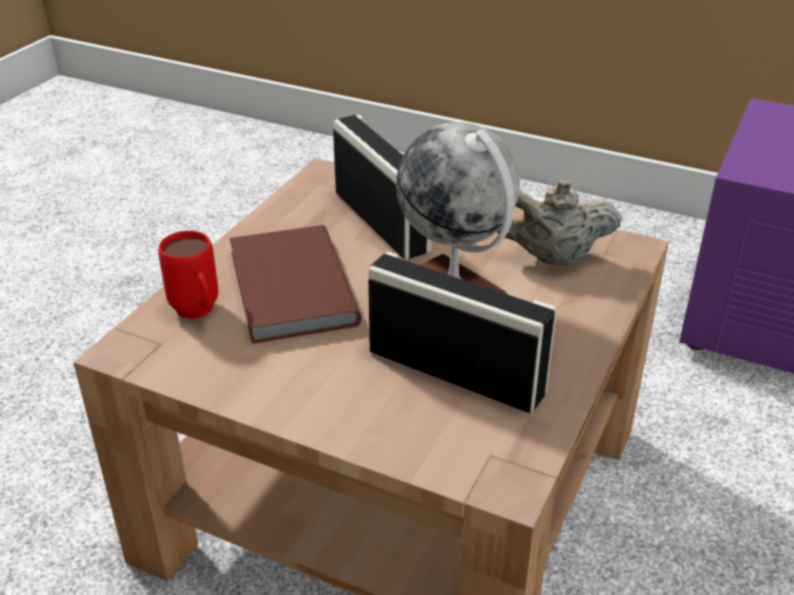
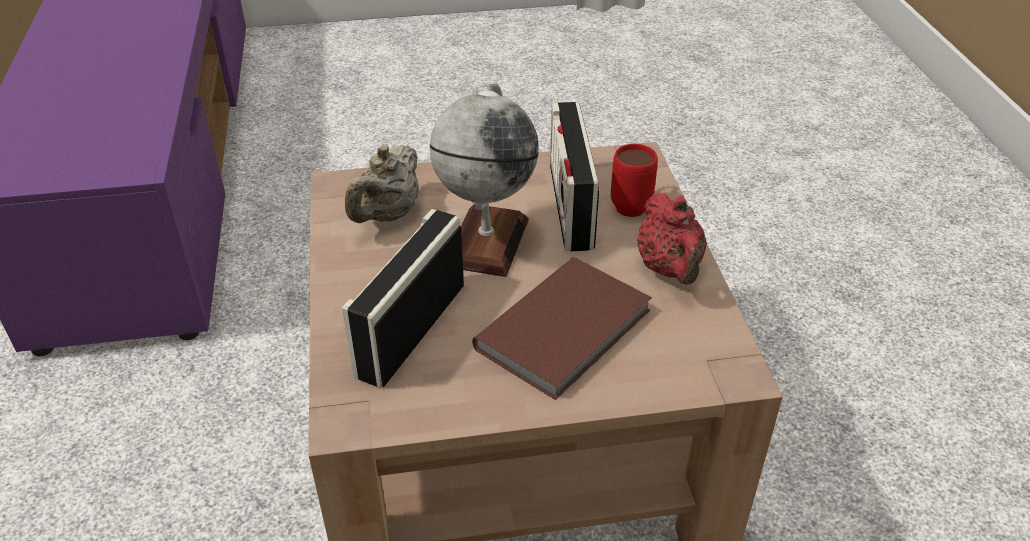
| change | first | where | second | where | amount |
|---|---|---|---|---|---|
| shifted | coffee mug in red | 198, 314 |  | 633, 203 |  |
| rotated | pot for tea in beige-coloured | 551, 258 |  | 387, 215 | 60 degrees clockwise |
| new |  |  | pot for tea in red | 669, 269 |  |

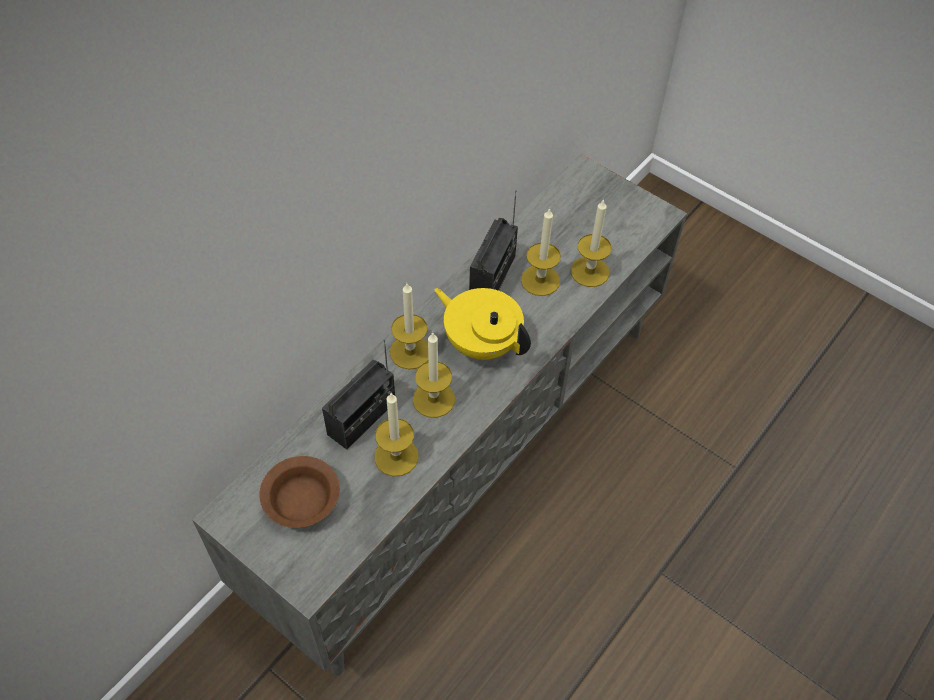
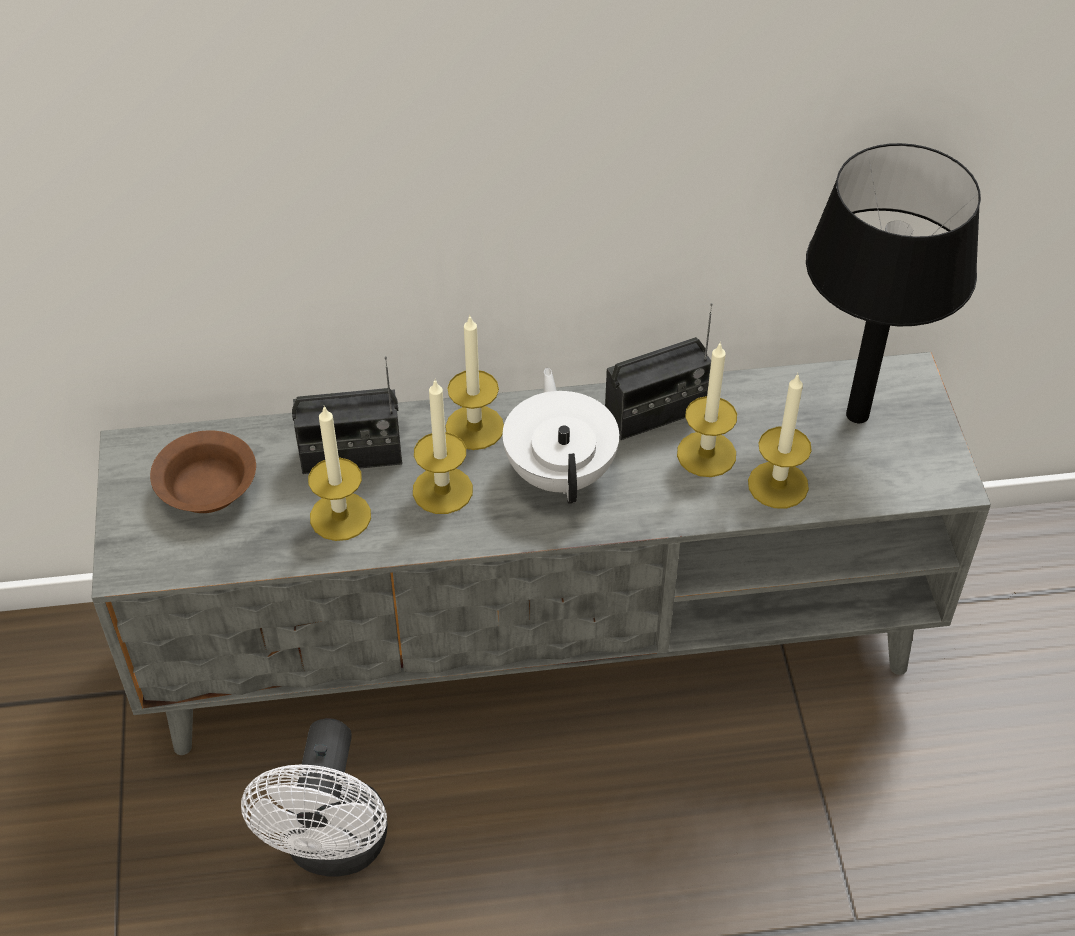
| change | first | where | second | where | amount |
|---|---|---|---|---|---|
| repainted | pot for tea in yellow-coloured | 481, 342 | pot for tea in white-coloured | 561, 471 |  |
| new |  |  | electric fan in white-coloured | 334, 849 |  |
| new |  |  | table lamp in black | 858, 414 |  |

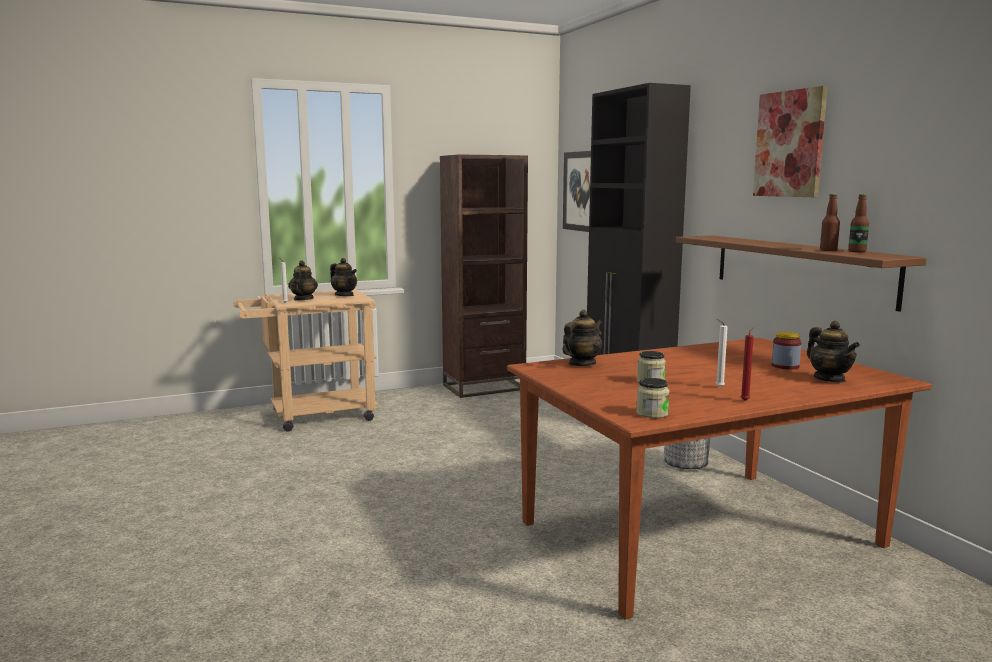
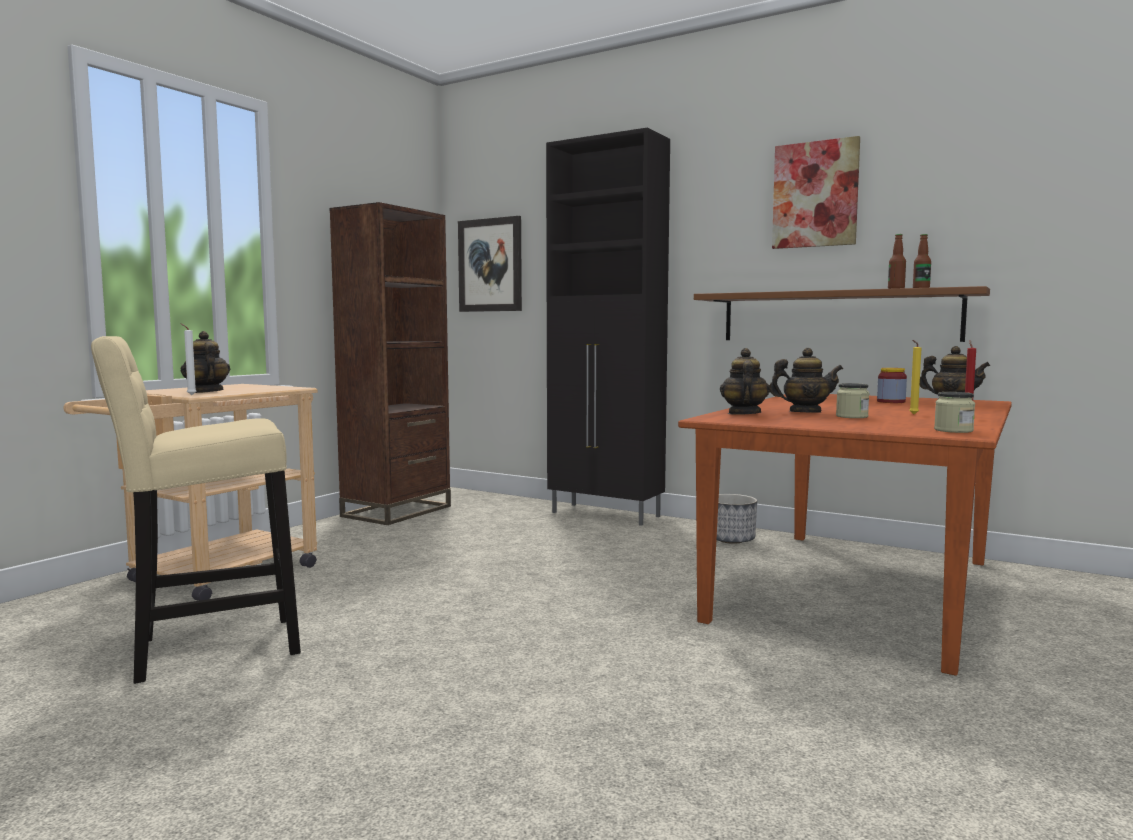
| change | first | where | second | where | amount |
|---|---|---|---|---|---|
| shifted | pot for tea | 344, 295 |  | 804, 412 |  |
| repainted | candle in white-coloured | 718, 387 | candle in yellow-coloured | 912, 414 |  |
| new |  |  | stool in beige-coloured | 207, 649 |  |

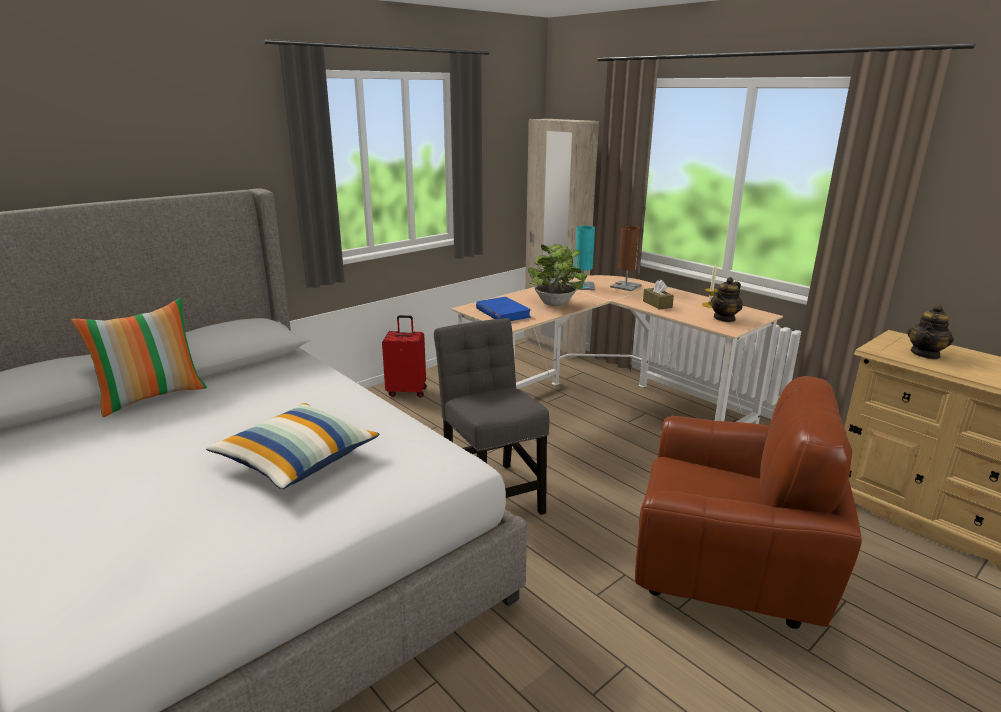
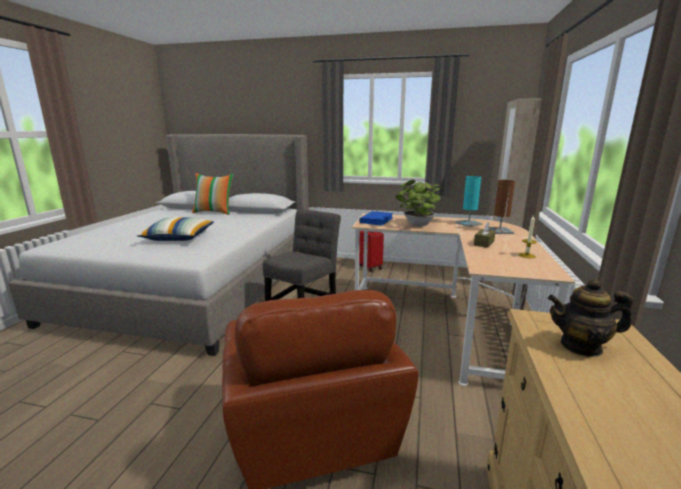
| change | first | where | second | where | amount |
|---|---|---|---|---|---|
| gone | pot for tea | 724, 318 |  |  |  |

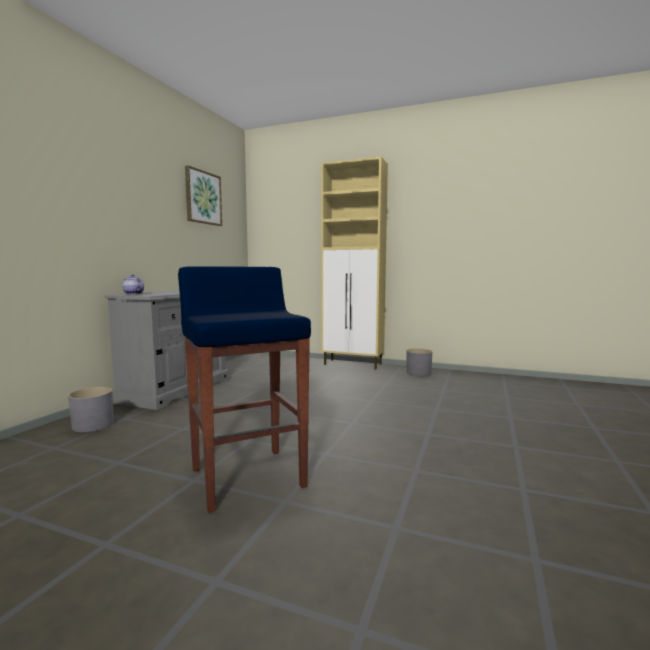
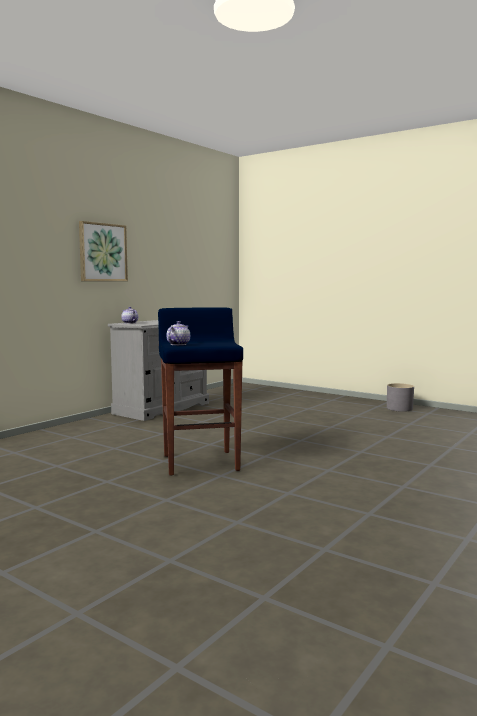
| change | first | where | second | where | amount |
|---|---|---|---|---|---|
| gone | planter in grey | 93, 425 |  |  |  |
| shifted | picture | 203, 197 |  | 102, 252 |  |
| gone | cupboard in beige-coloured | 353, 364 |  |  |  |
| new |  |  | pot for tea | 178, 344 |  |

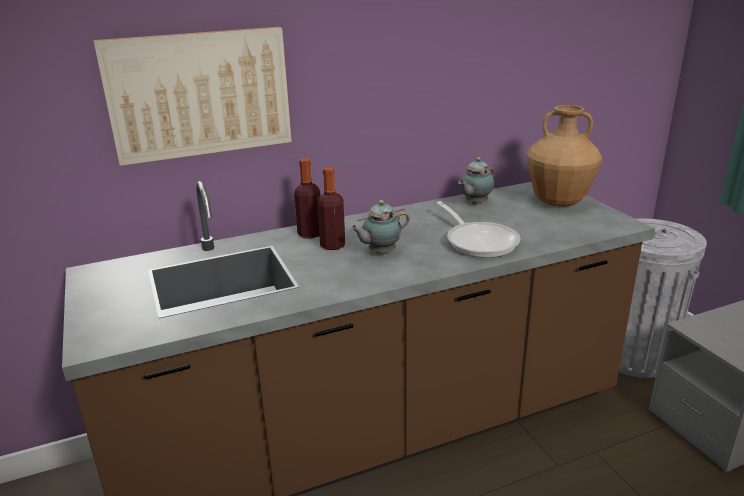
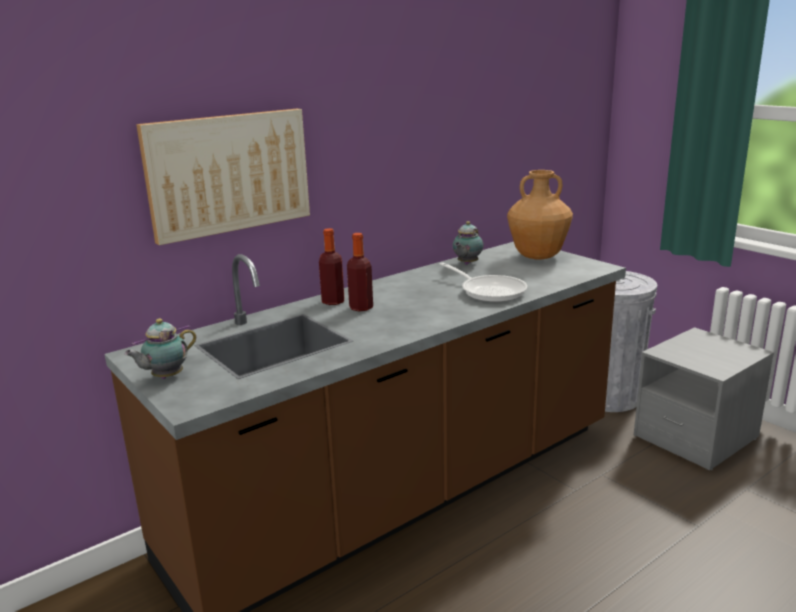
| change | first | where | second | where | amount |
|---|---|---|---|---|---|
| shifted | pot for tea | 380, 252 |  | 165, 377 |  |

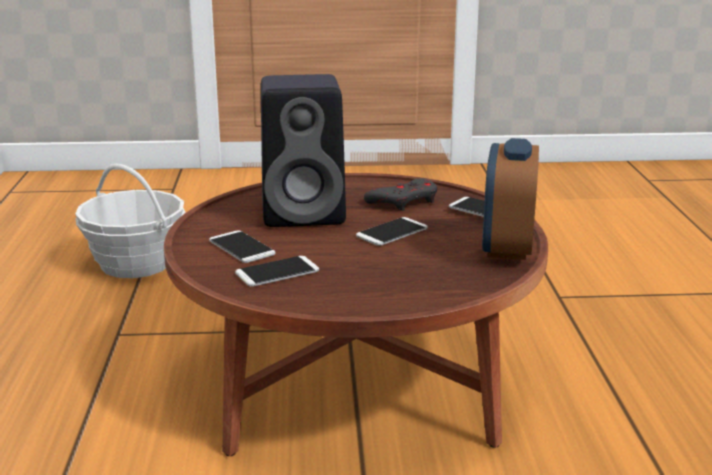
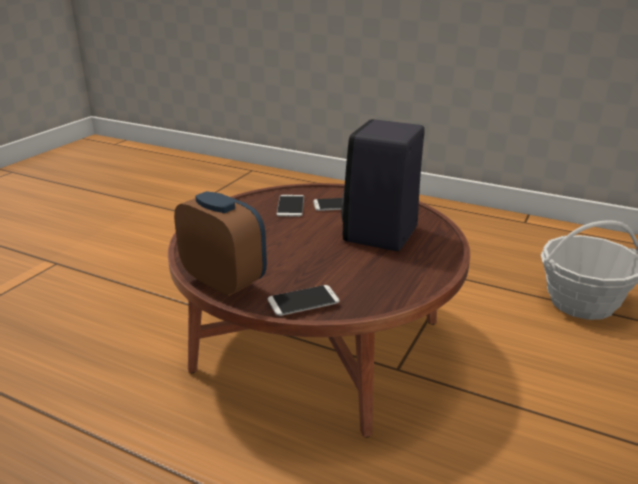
| change | first | where | second | where | amount |
|---|---|---|---|---|---|
| gone | telephone | 392, 232 |  |  |  |
| gone | joypad in grey | 404, 201 |  |  |  |

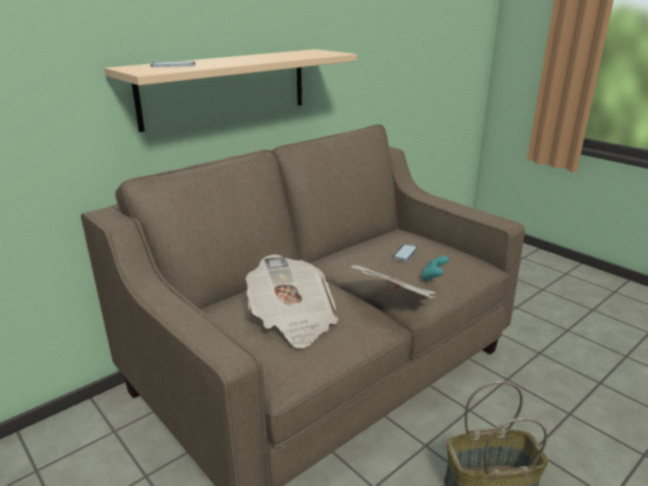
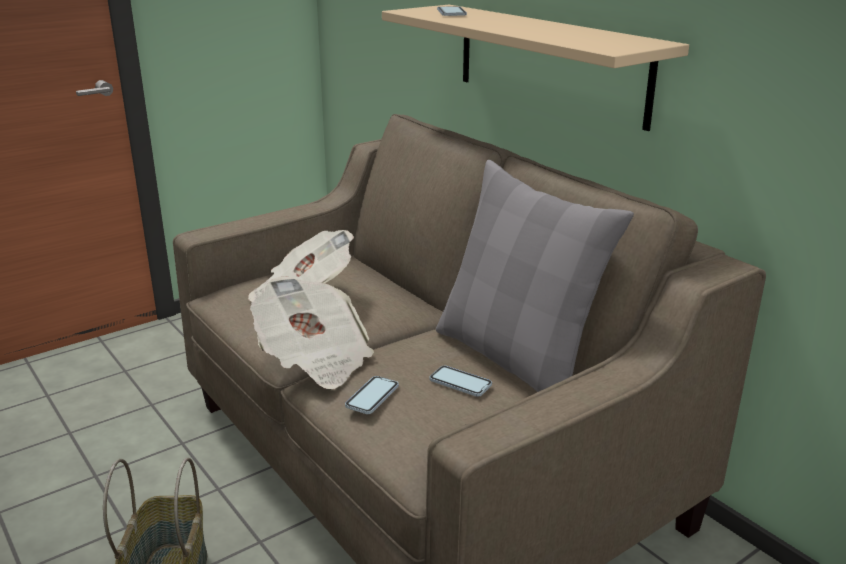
| change | first | where | second | where | amount |
|---|---|---|---|---|---|
| swapped | joypad in turquoise-coloured | 433, 278 | telephone | 372, 397 |  |
| new |  |  | throw pillow in grey | 516, 359 |  |

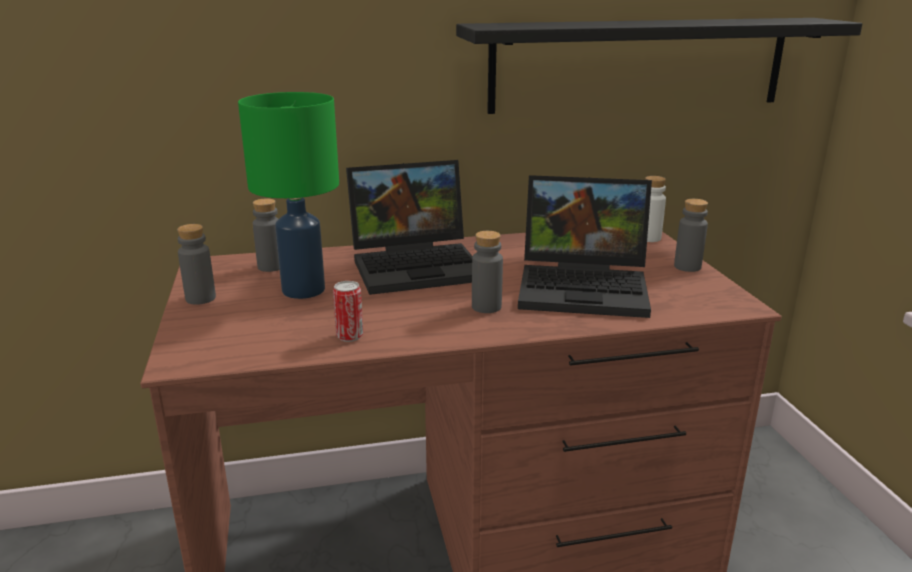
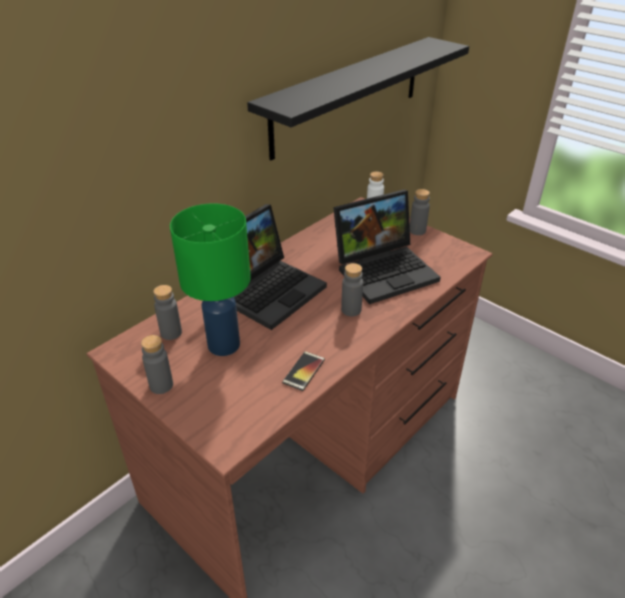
| change | first | where | second | where | amount |
|---|---|---|---|---|---|
| swapped | can | 349, 336 | telephone | 304, 371 |  |

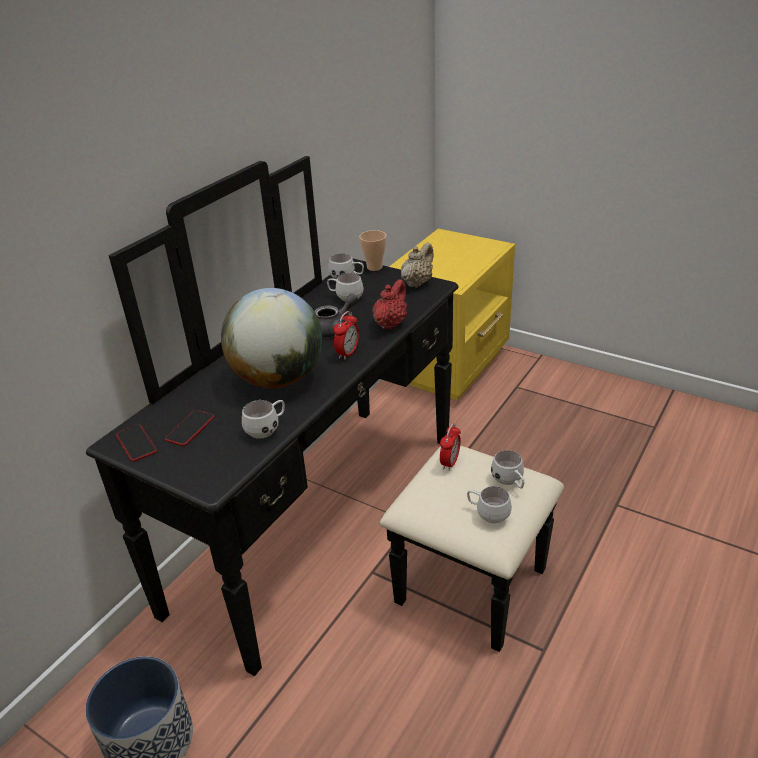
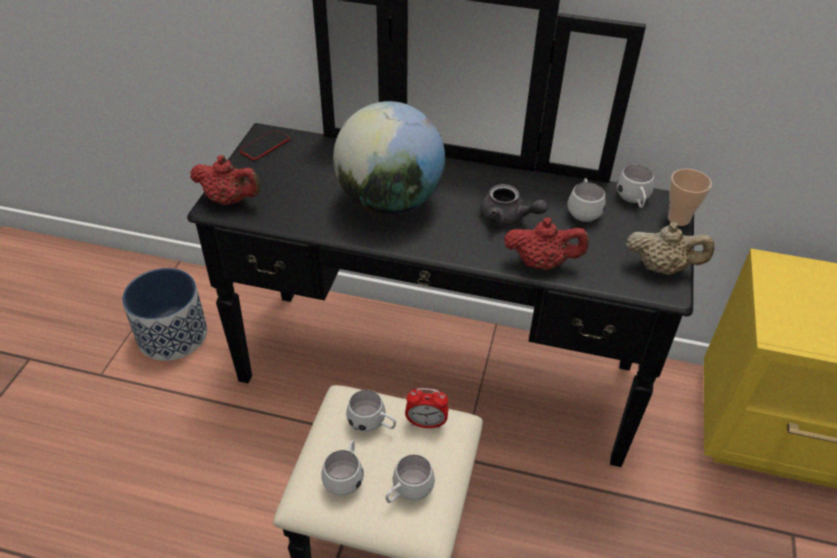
| change | first | where | second | where | amount |
|---|---|---|---|---|---|
| gone | telephone | 190, 428 |  |  |  |
| shifted | coffee mug in white-coloured | 267, 429 |  | 372, 424 |  |
| gone | bedside clock | 347, 353 |  |  |  |
| new |  |  | pot for tea in red | 230, 200 |  |

